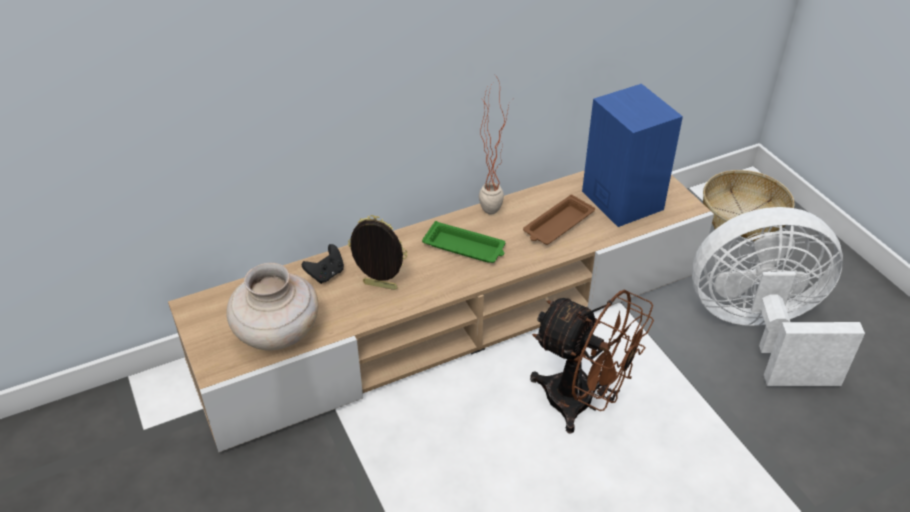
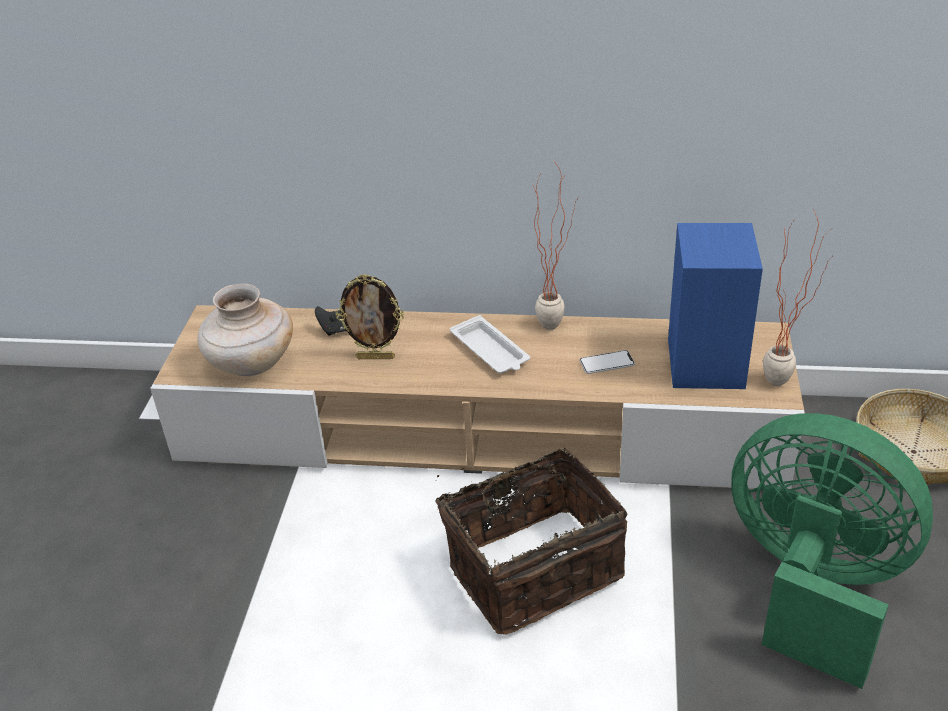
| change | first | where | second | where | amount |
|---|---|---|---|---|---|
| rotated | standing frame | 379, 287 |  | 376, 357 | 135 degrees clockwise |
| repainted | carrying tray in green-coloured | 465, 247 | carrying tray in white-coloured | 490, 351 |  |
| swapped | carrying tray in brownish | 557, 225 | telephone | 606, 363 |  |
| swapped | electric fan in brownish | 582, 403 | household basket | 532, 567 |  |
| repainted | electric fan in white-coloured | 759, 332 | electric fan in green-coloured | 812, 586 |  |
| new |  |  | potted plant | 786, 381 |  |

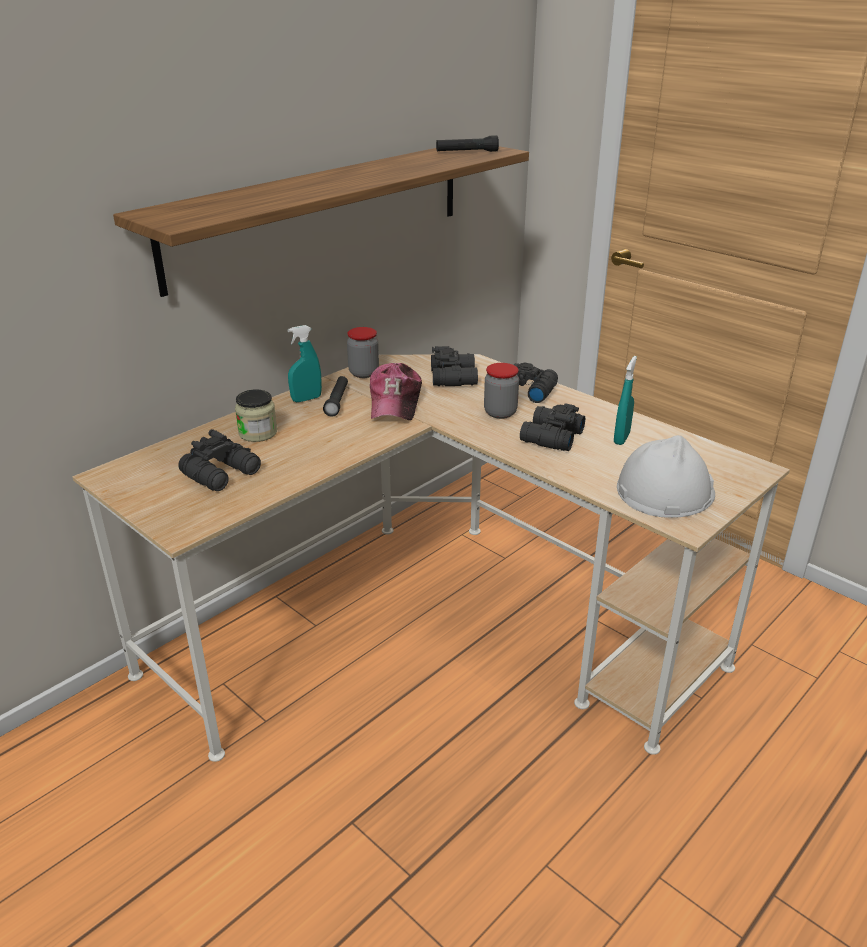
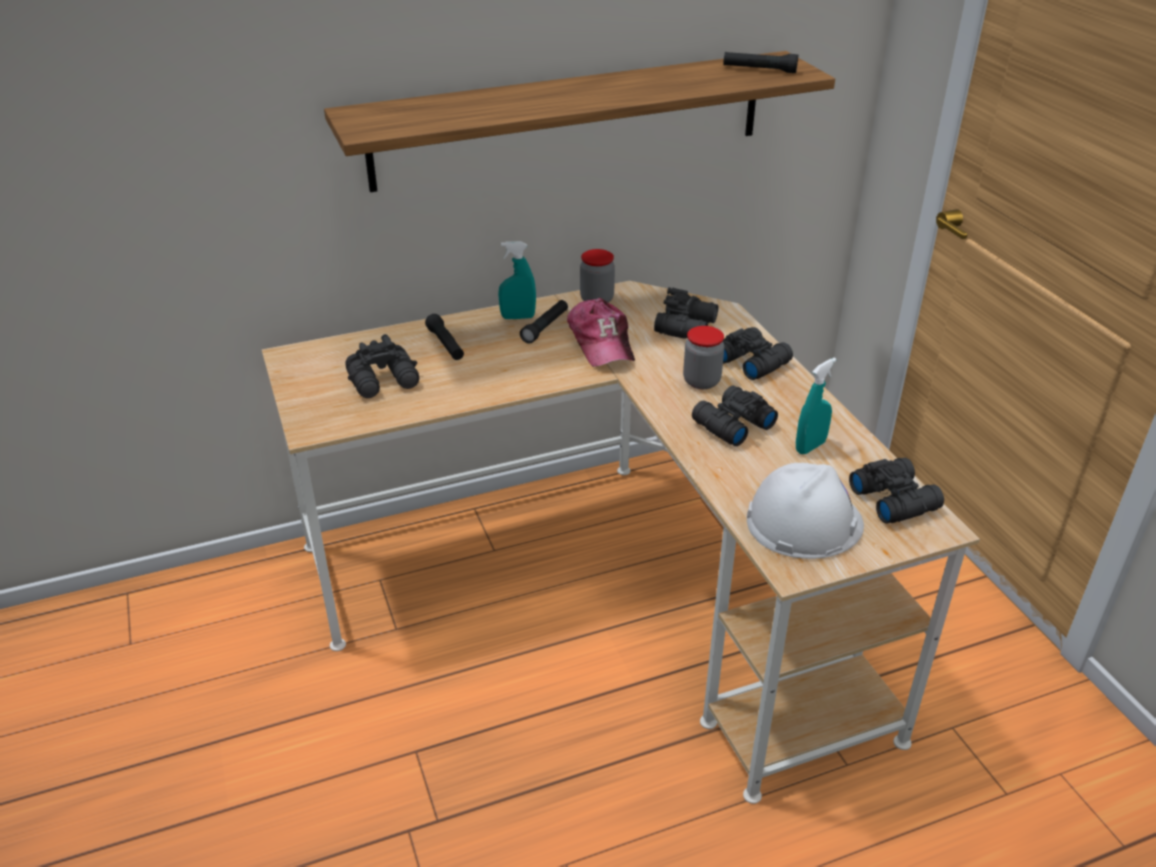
| change | first | where | second | where | amount |
|---|---|---|---|---|---|
| swapped | jar | 258, 433 | hand torch in black | 445, 345 |  |
| rotated | baseball cap | 395, 403 |  | 601, 343 | 45 degrees counterclockwise |
| new |  |  | pair of binoculars in black | 894, 498 |  |

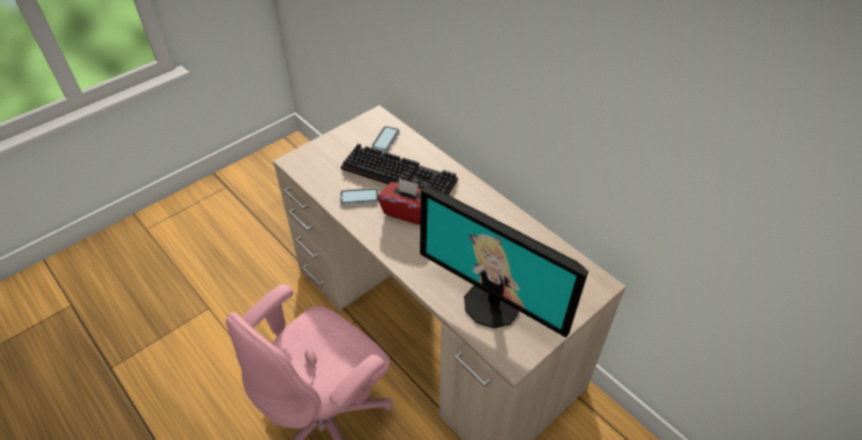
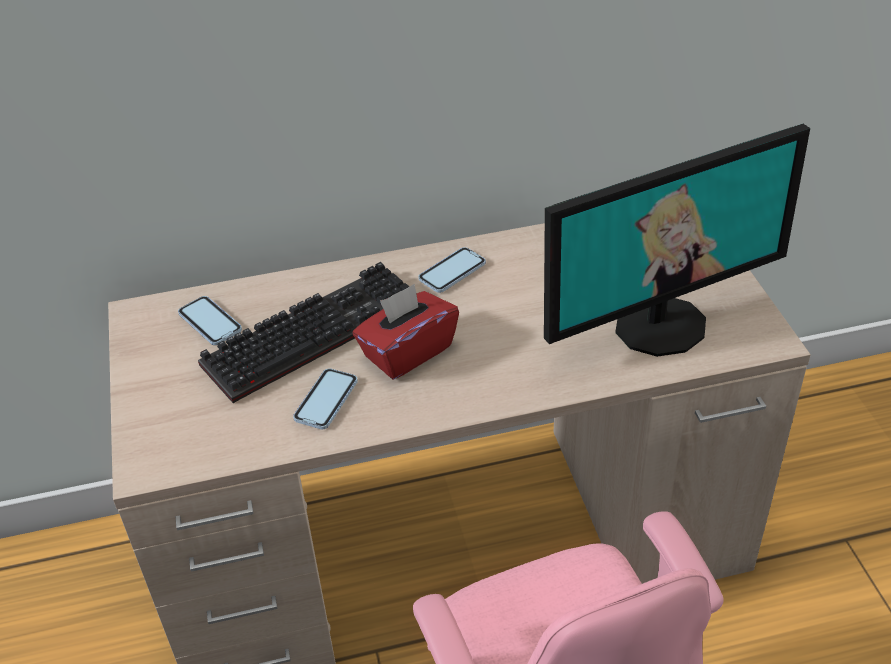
| change | first | where | second | where | amount |
|---|---|---|---|---|---|
| new |  |  | telephone | 452, 272 |  |

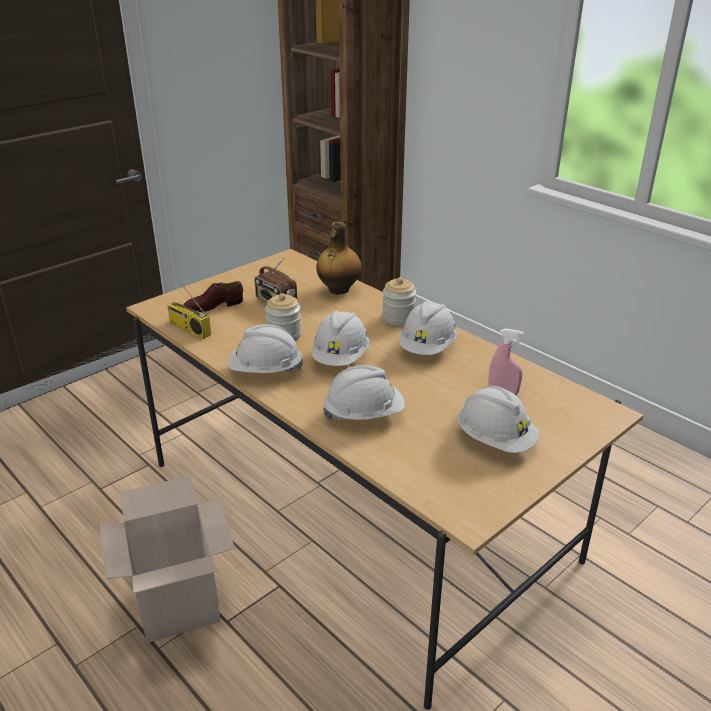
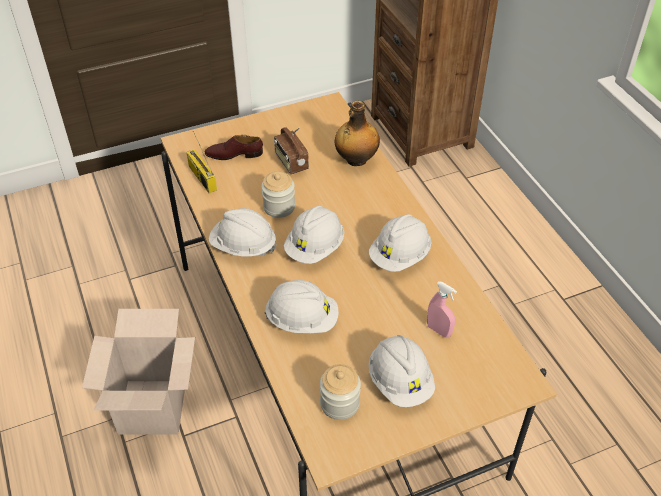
| change | first | where | second | where | amount |
|---|---|---|---|---|---|
| shifted | jar | 398, 318 |  | 339, 403 |  |

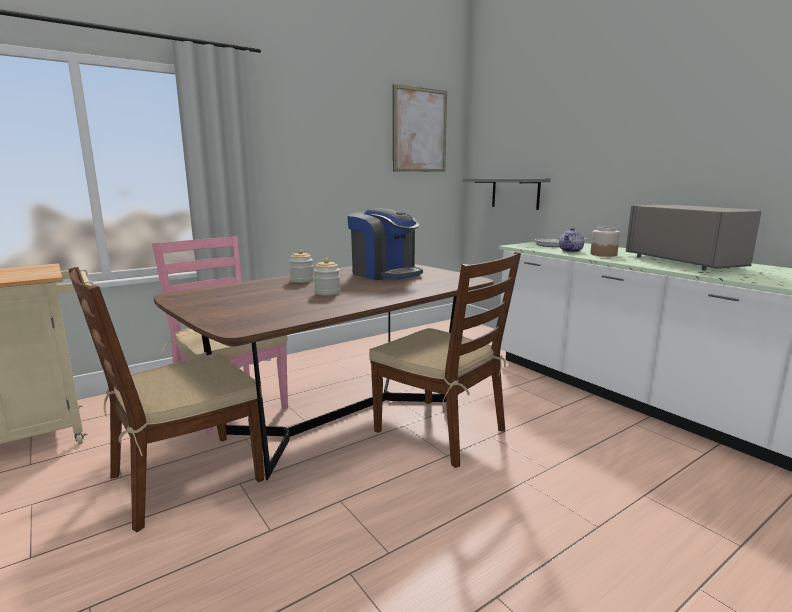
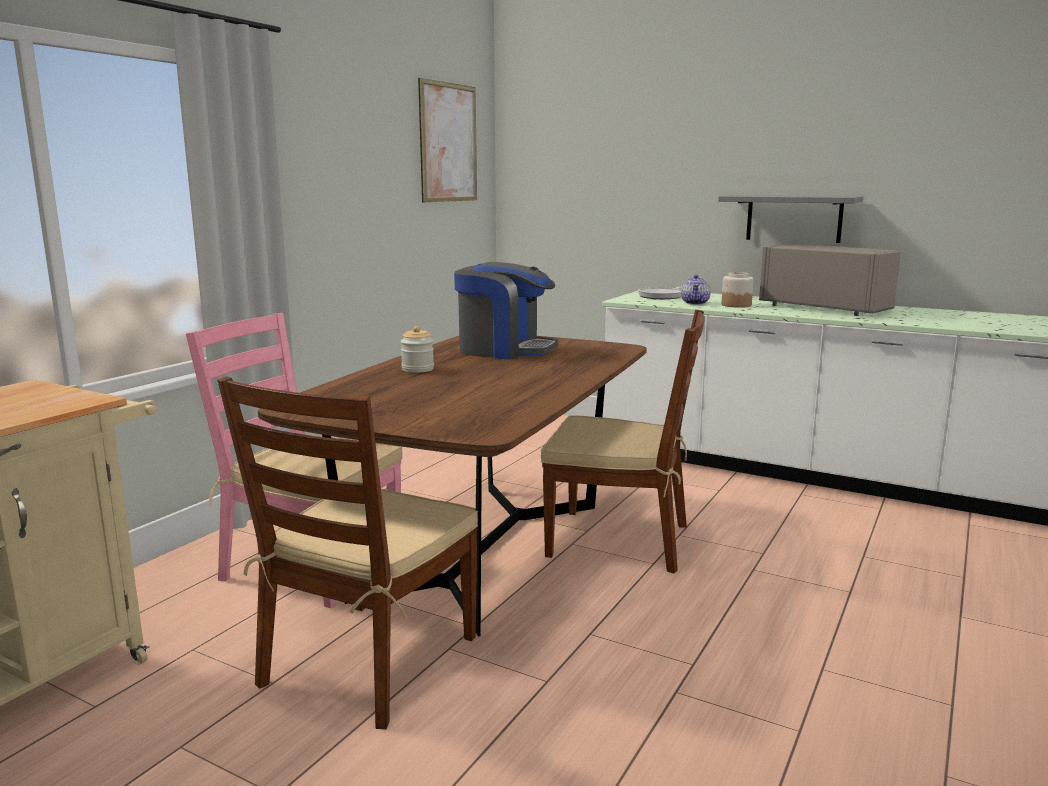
| change | first | where | second | where | amount |
|---|---|---|---|---|---|
| gone | jar | 327, 292 |  |  |  |
| shifted | bracket shelf in grey | 515, 193 |  | 794, 218 |  |

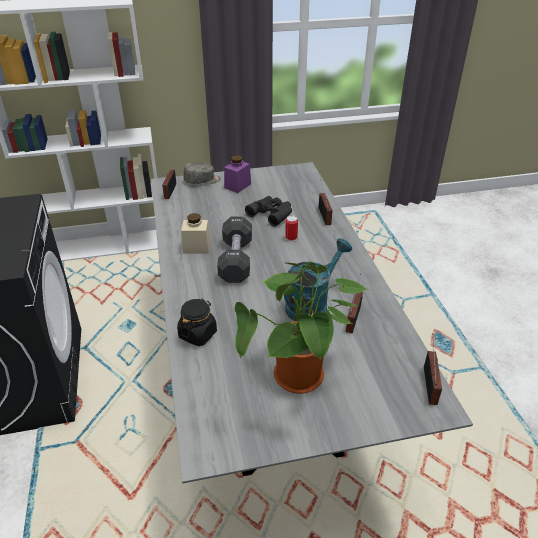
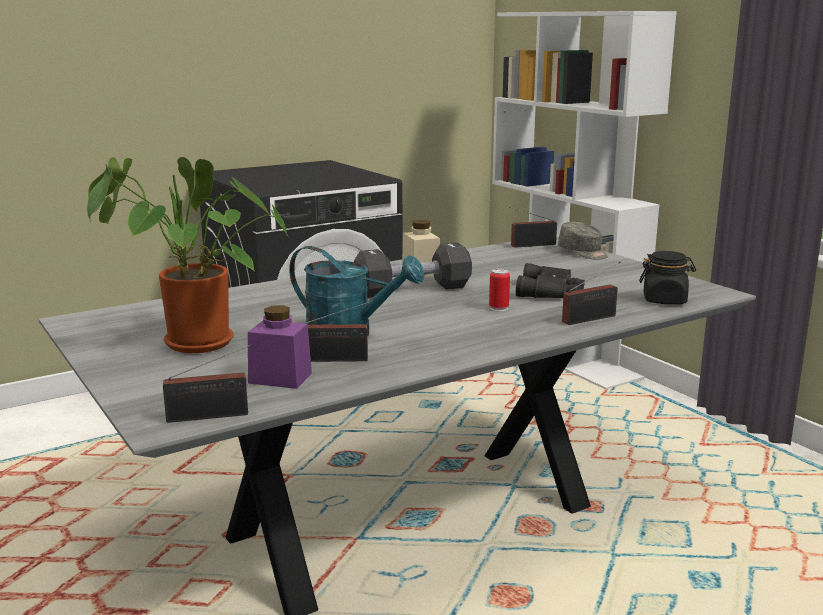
| change | first | where | second | where | amount |
|---|---|---|---|---|---|
| shifted | jar in black | 198, 334 |  | 665, 300 |  |
| shifted | jar in purplish | 237, 186 |  | 280, 378 |  |

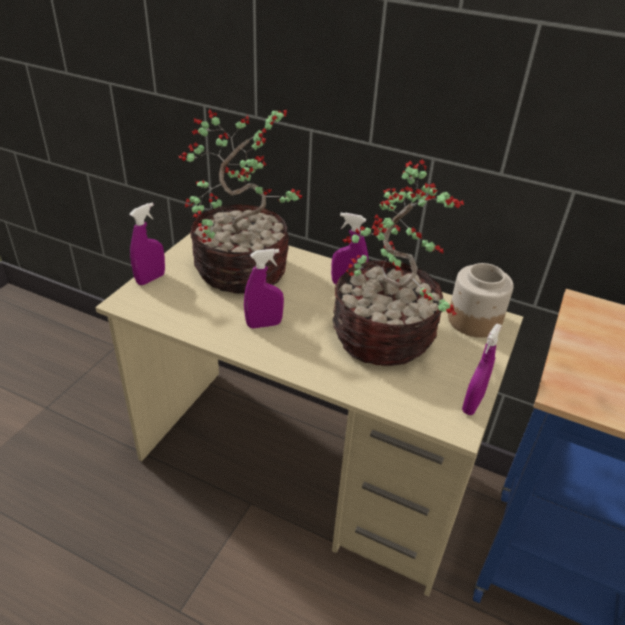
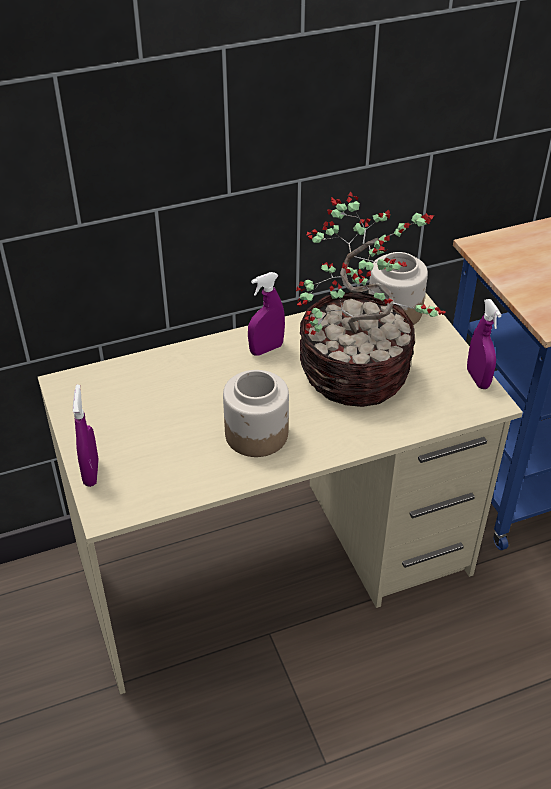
| change | first | where | second | where | amount |
|---|---|---|---|---|---|
| gone | potted plant | 244, 269 |  |  |  |
| swapped | hand sprayer in purplish | 264, 324 | jar | 257, 434 |  |

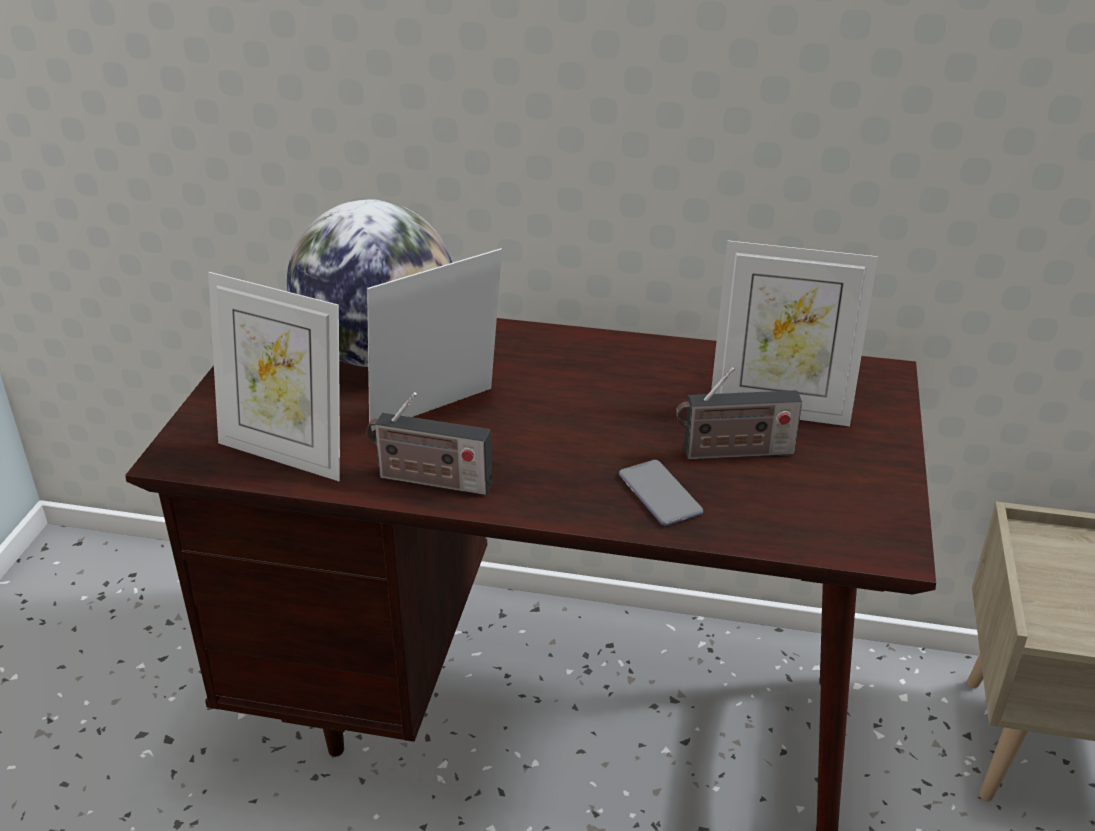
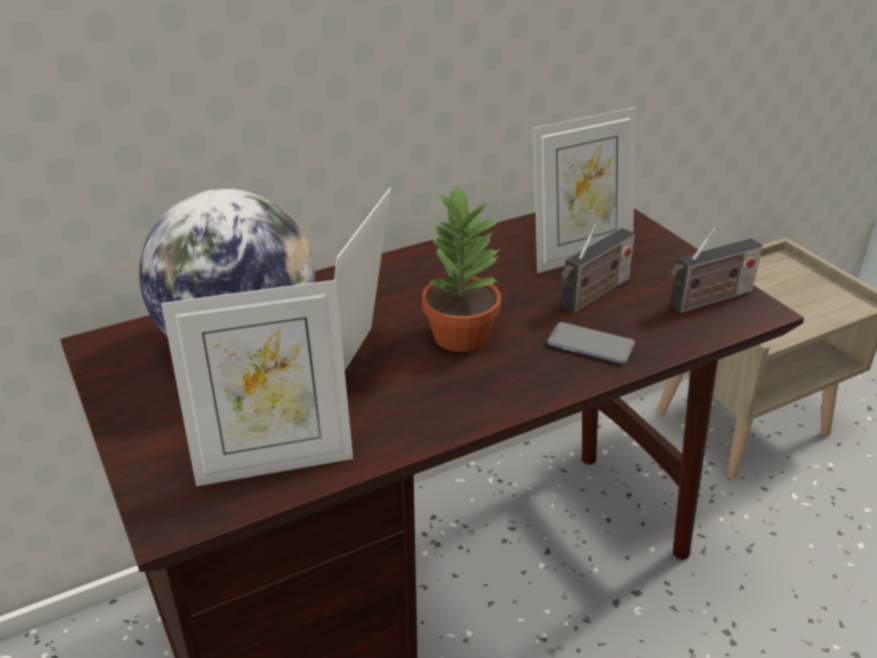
| change | first | where | second | where | amount |
|---|---|---|---|---|---|
| shifted | radio receiver | 429, 480 |  | 708, 300 |  |
| new |  |  | potted plant | 459, 334 |  |

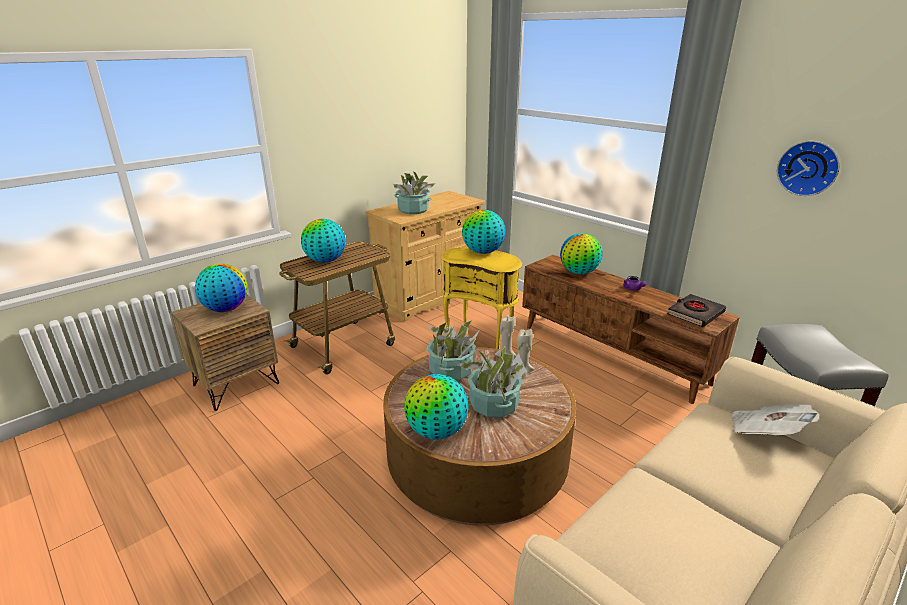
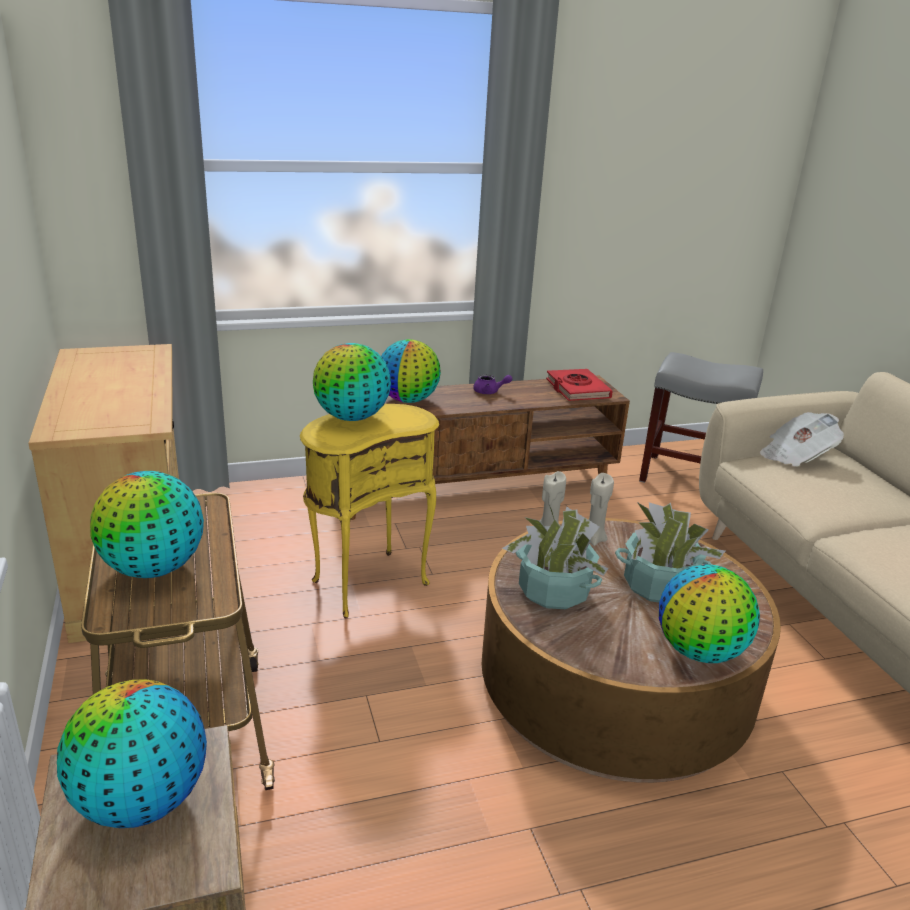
| change | first | where | second | where | amount |
|---|---|---|---|---|---|
| gone | potted plant | 413, 210 |  |  |  |
| repainted | book in black | 695, 314 | book in red | 577, 389 |  |
| gone | clock on the wall | 808, 168 |  |  |  |

